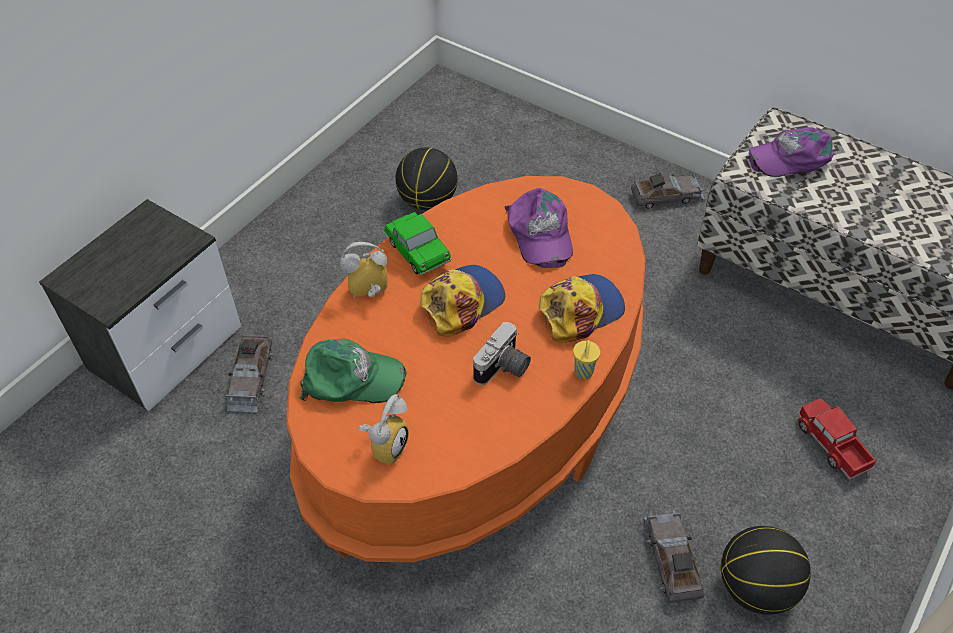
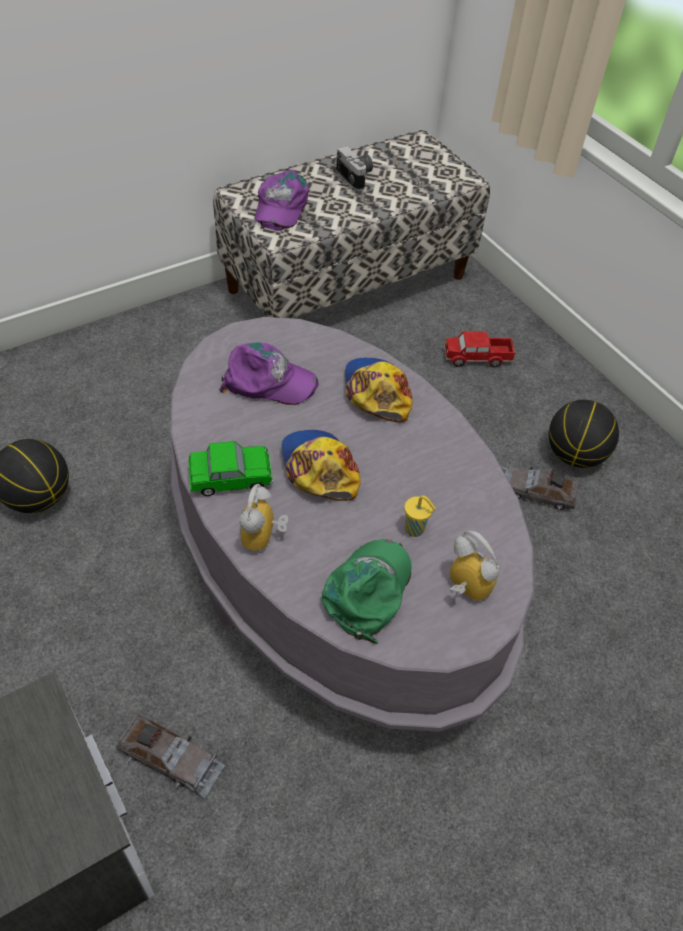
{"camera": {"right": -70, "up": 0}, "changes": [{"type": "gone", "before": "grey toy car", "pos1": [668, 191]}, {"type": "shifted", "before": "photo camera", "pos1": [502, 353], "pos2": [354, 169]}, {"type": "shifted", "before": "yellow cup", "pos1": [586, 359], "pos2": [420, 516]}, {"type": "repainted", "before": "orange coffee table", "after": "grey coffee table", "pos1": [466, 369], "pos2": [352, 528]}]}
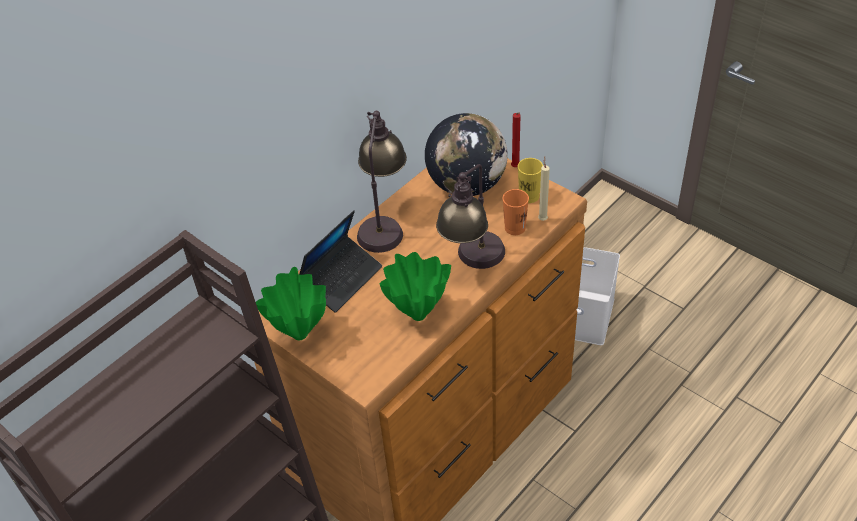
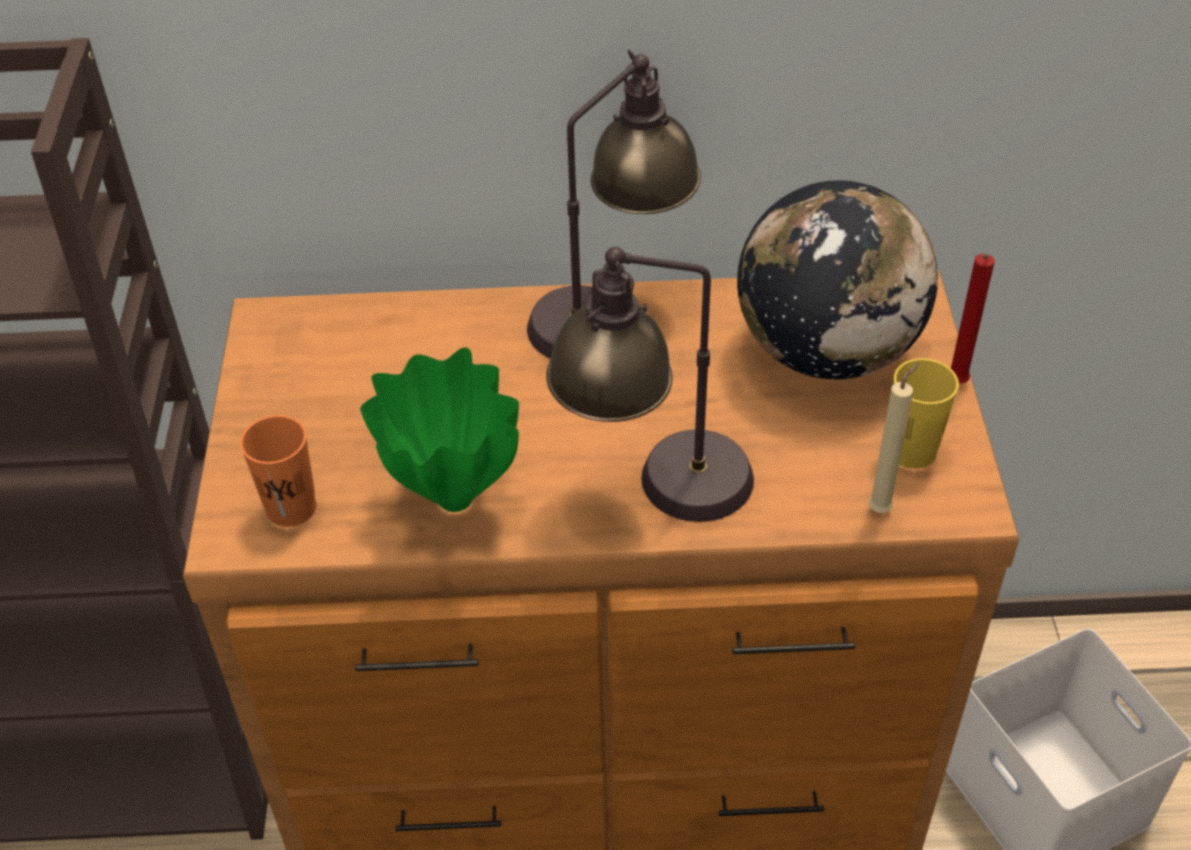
{"camera": {"right": 45, "up": 0}, "changes": [{"type": "gone", "before": "green vase", "pos1": [291, 303]}, {"type": "gone", "before": "laptop", "pos1": [340, 261]}, {"type": "shifted", "before": "orange cup", "pos1": [516, 212], "pos2": [278, 471]}]}
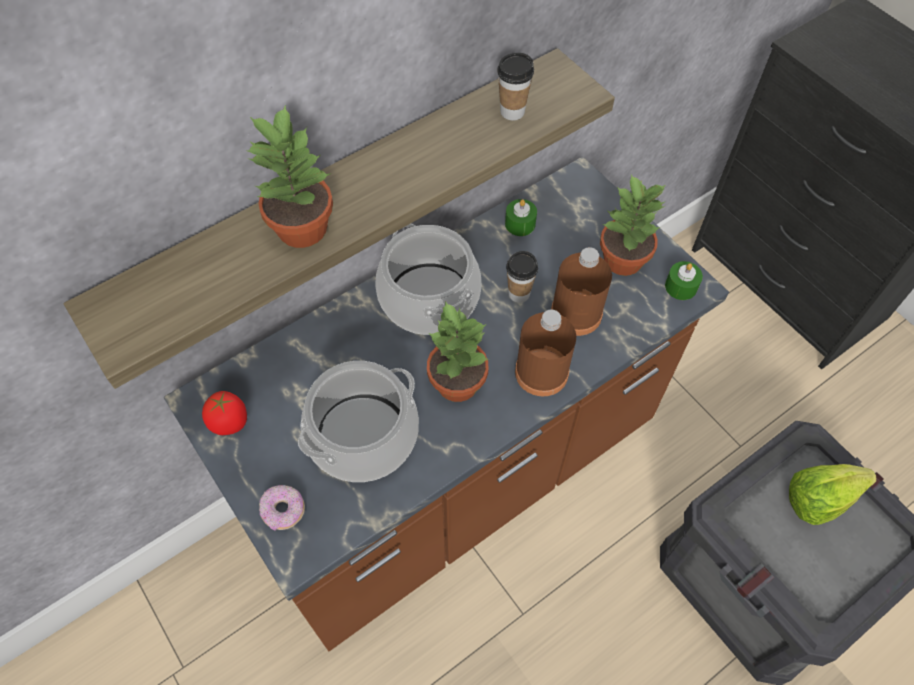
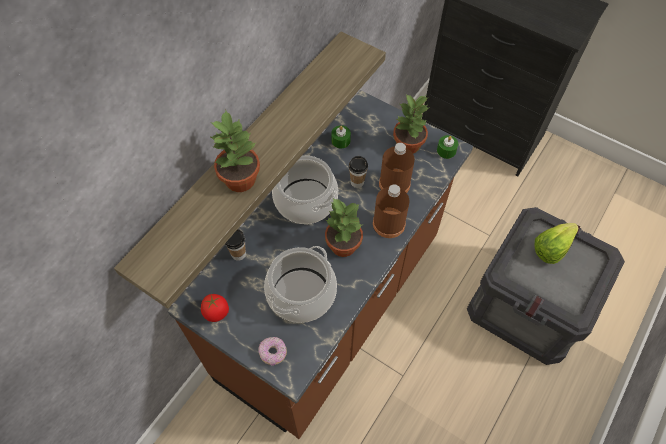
{"camera": {"right": -20, "up": 0}, "changes": [{"type": "shifted", "before": "cup", "pos1": [515, 87], "pos2": [235, 245]}]}
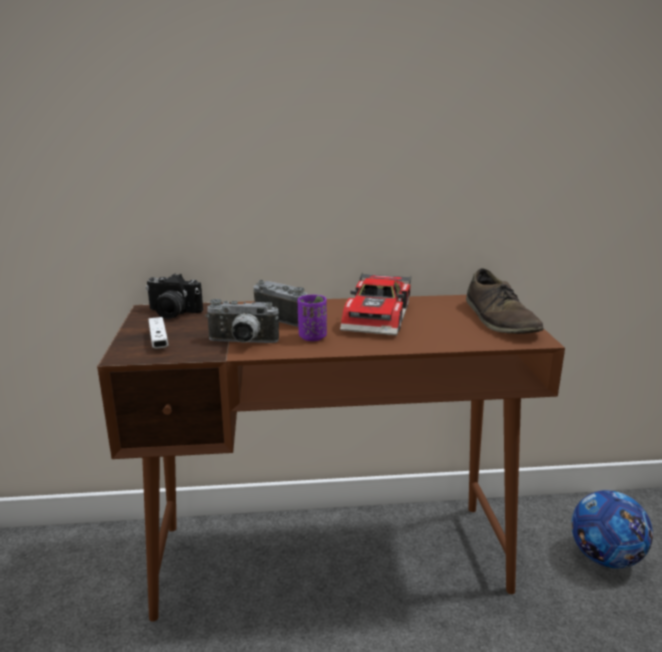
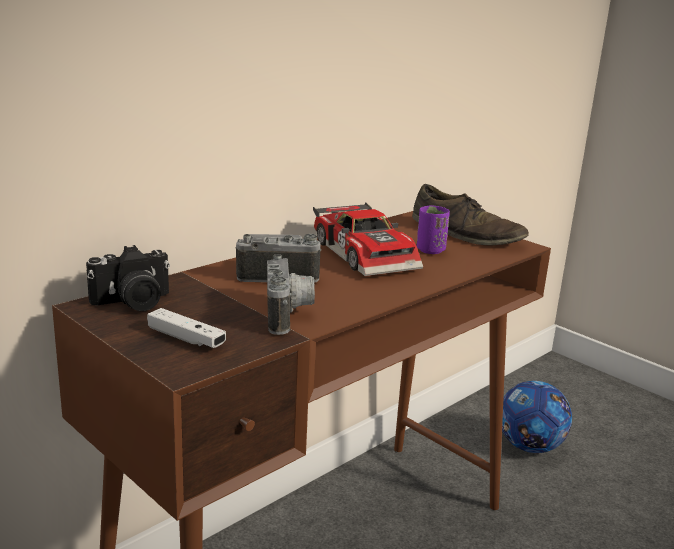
{"camera": {"right": -40, "up": 0}, "changes": [{"type": "shifted", "before": "purple cup", "pos1": [312, 318], "pos2": [433, 229]}, {"type": "rotated", "before": "photo camera", "pos1": [242, 321], "pos2": [291, 294], "turn": -60}]}
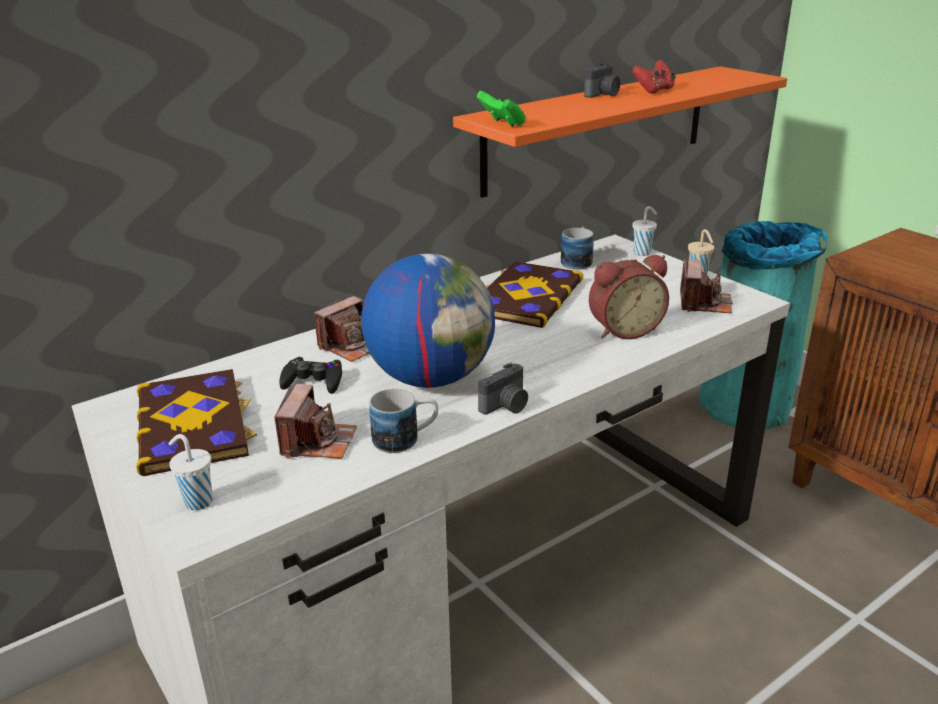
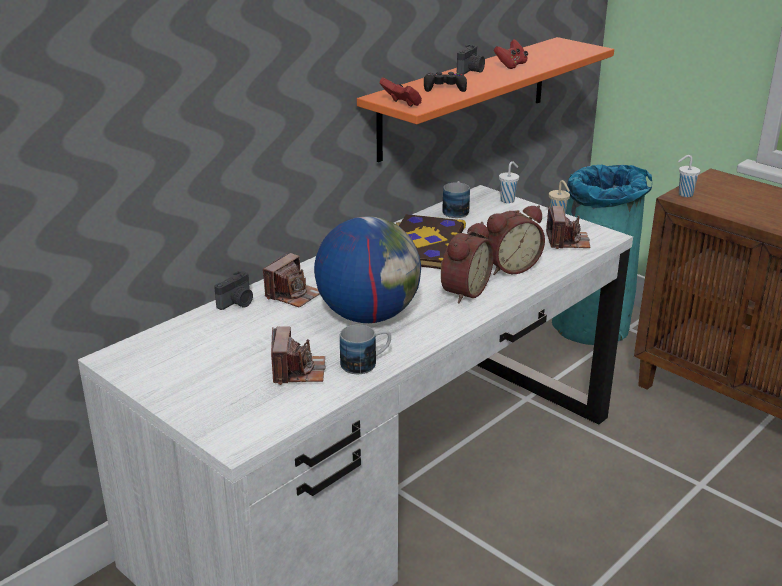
{"camera": {"right": -10, "up": 0}, "changes": [{"type": "gone", "before": "book", "pos1": [196, 422]}, {"type": "new", "after": "alarm clock", "pos2": [467, 262]}, {"type": "shifted", "before": "white cup", "pos1": [191, 472], "pos2": [689, 176]}, {"type": "shifted", "before": "black game controller", "pos1": [310, 375], "pos2": [445, 82]}, {"type": "shifted", "before": "photo camera", "pos1": [503, 389], "pos2": [233, 290]}, {"type": "repainted", "before": "green game controller", "after": "red game controller", "pos1": [501, 108], "pos2": [401, 92]}]}
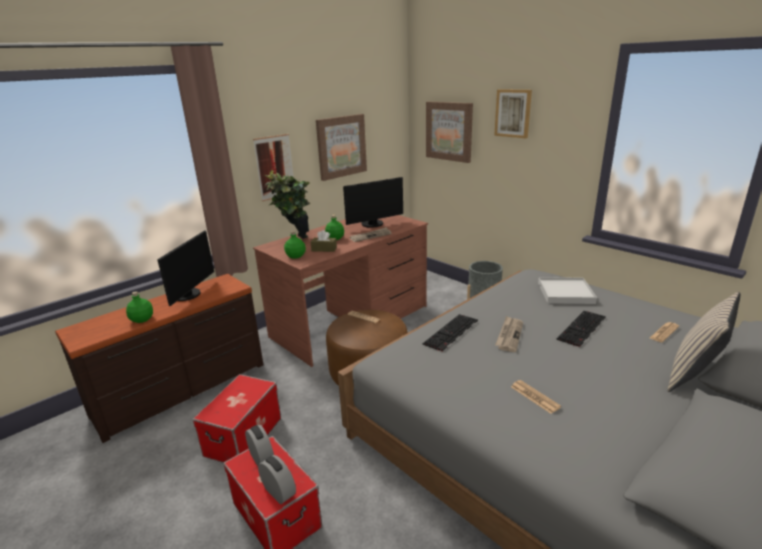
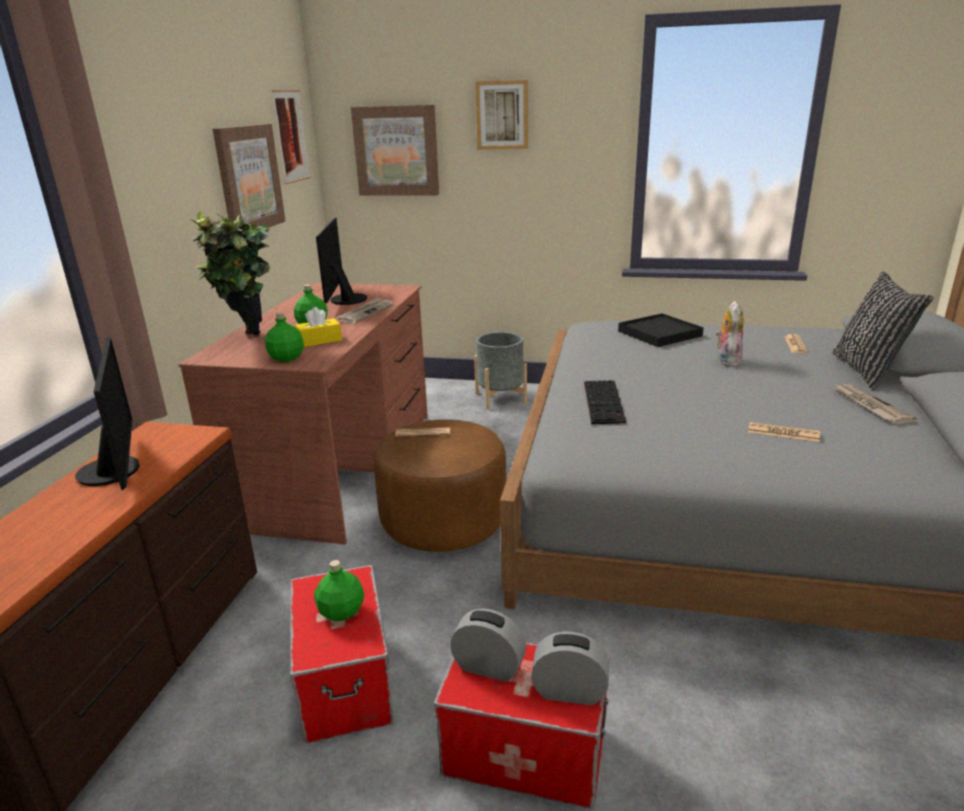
{"camera": {"right": -35, "up": 0}, "changes": [{"type": "shifted", "before": "green bottle", "pos1": [139, 307], "pos2": [339, 590]}, {"type": "shifted", "before": "picture", "pos1": [273, 167], "pos2": [291, 137]}, {"type": "shifted", "before": "newspaper", "pos1": [509, 334], "pos2": [875, 404]}, {"type": "swapped", "before": "keyboard", "after": "plush toy", "pos1": [581, 329], "pos2": [729, 334]}, {"type": "repainted", "before": "brown tissue box", "after": "yellow tissue box", "pos1": [324, 241], "pos2": [318, 327]}, {"type": "repainted", "before": "white tray", "after": "black tray", "pos1": [567, 290], "pos2": [661, 330]}, {"type": "repainted", "before": "beige pillow", "after": "black pillow", "pos1": [704, 342], "pos2": [883, 330]}, {"type": "rotated", "before": "monitor", "pos1": [373, 202], "pos2": [341, 261], "turn": 150}]}
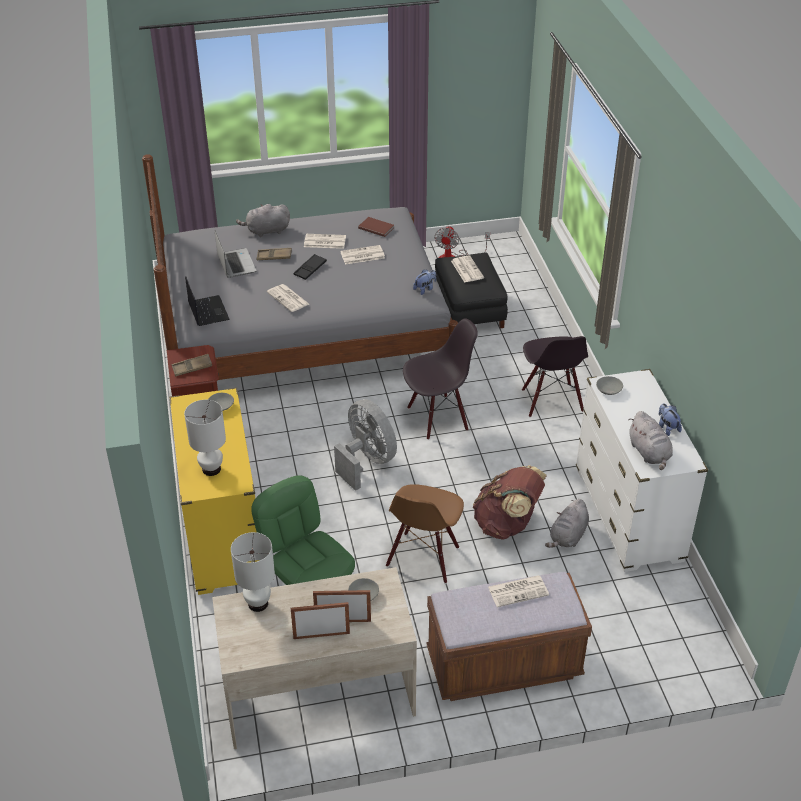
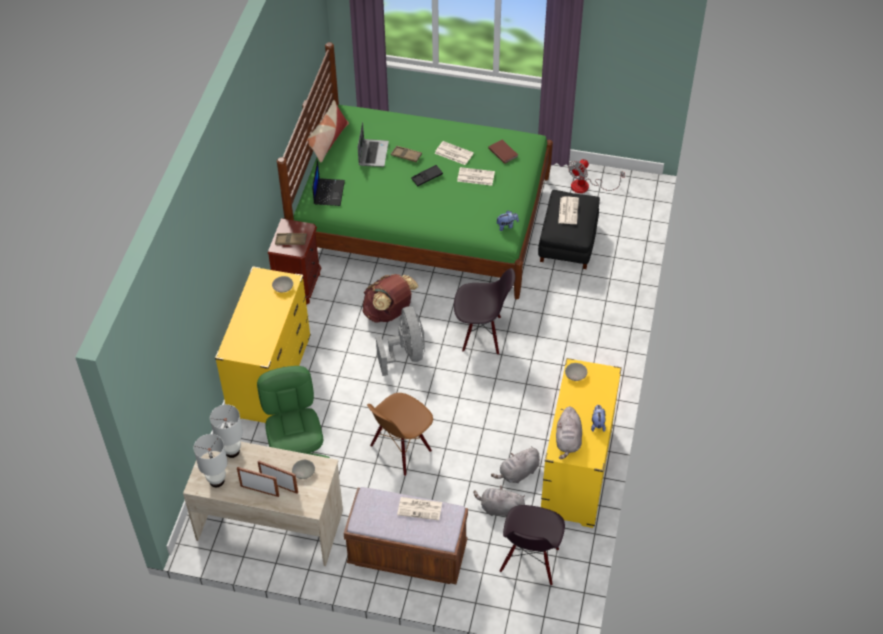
{"camera": {"right": 25, "up": 10}, "changes": [{"type": "gone", "before": "newspaper", "pos1": [288, 298]}, {"type": "new", "after": "pillow", "pos2": [327, 131]}, {"type": "shifted", "before": "white table lamp", "pos1": [205, 438], "pos2": [211, 460]}, {"type": "shifted", "before": "grey plush toy", "pos1": [263, 220], "pos2": [499, 501]}, {"type": "shifted", "before": "brown backpack", "pos1": [510, 502], "pos2": [390, 298]}, {"type": "shifted", "before": "black chair", "pos1": [555, 376], "pos2": [532, 545]}, {"type": "repainted", "before": "grey bed", "after": "green bed", "pos1": [300, 267], "pos2": [415, 170]}, {"type": "repainted", "before": "white dresser", "after": "yellow dresser", "pos1": [642, 470], "pos2": [581, 443]}]}
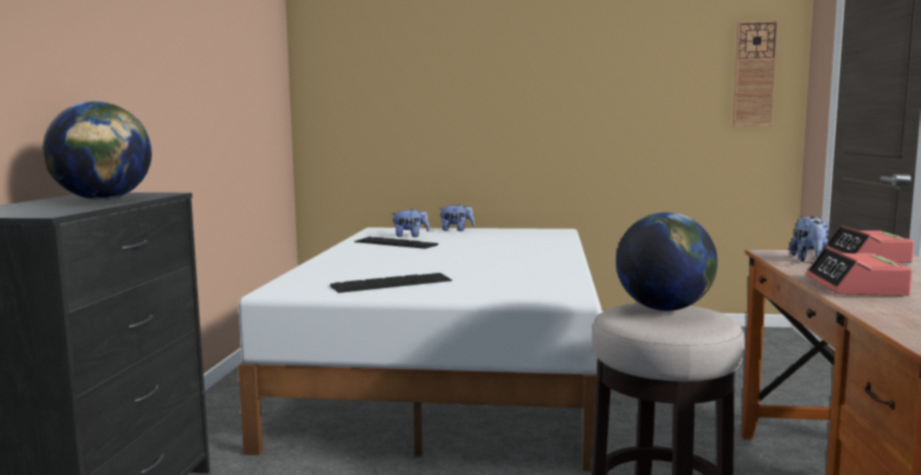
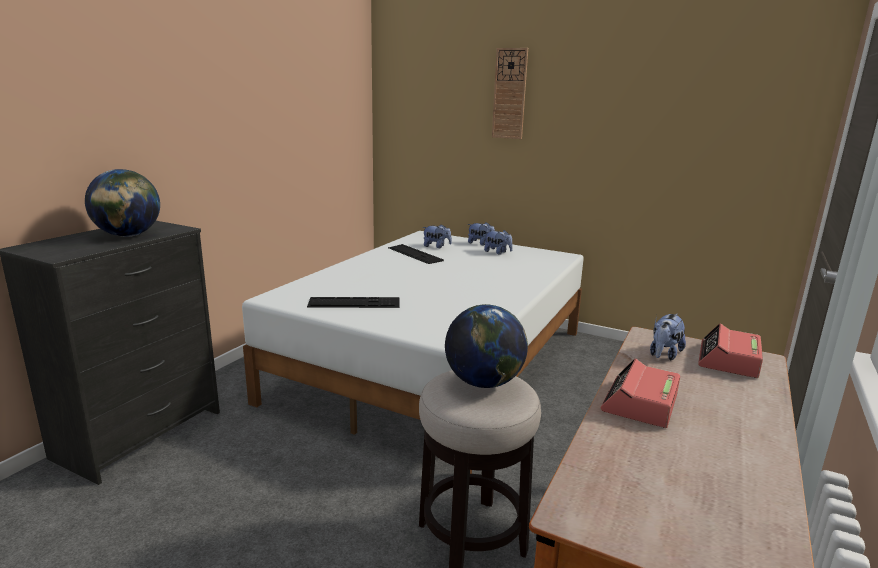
{"camera": {"right": 20, "up": 10}, "changes": [{"type": "new", "after": "plush toy", "pos2": [498, 242]}, {"type": "shifted", "before": "wall clock", "pos1": [756, 73], "pos2": [510, 93]}]}
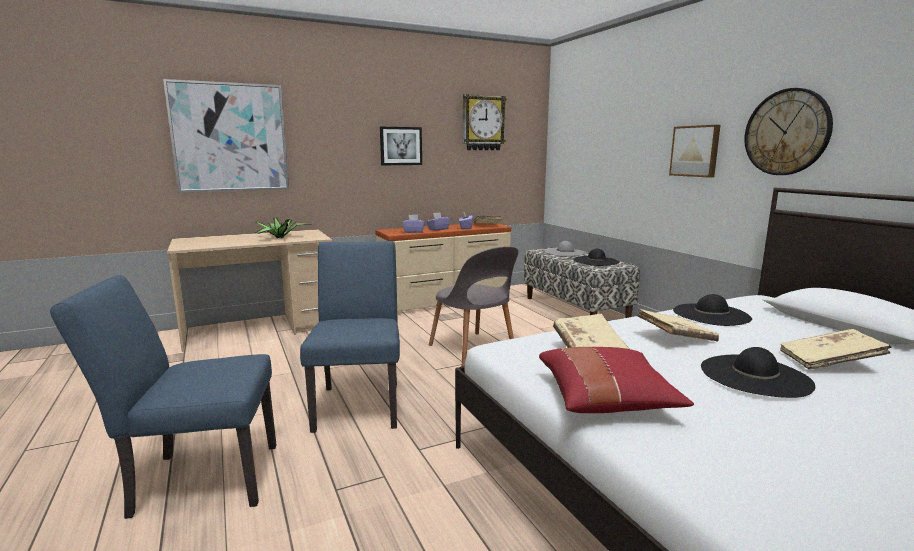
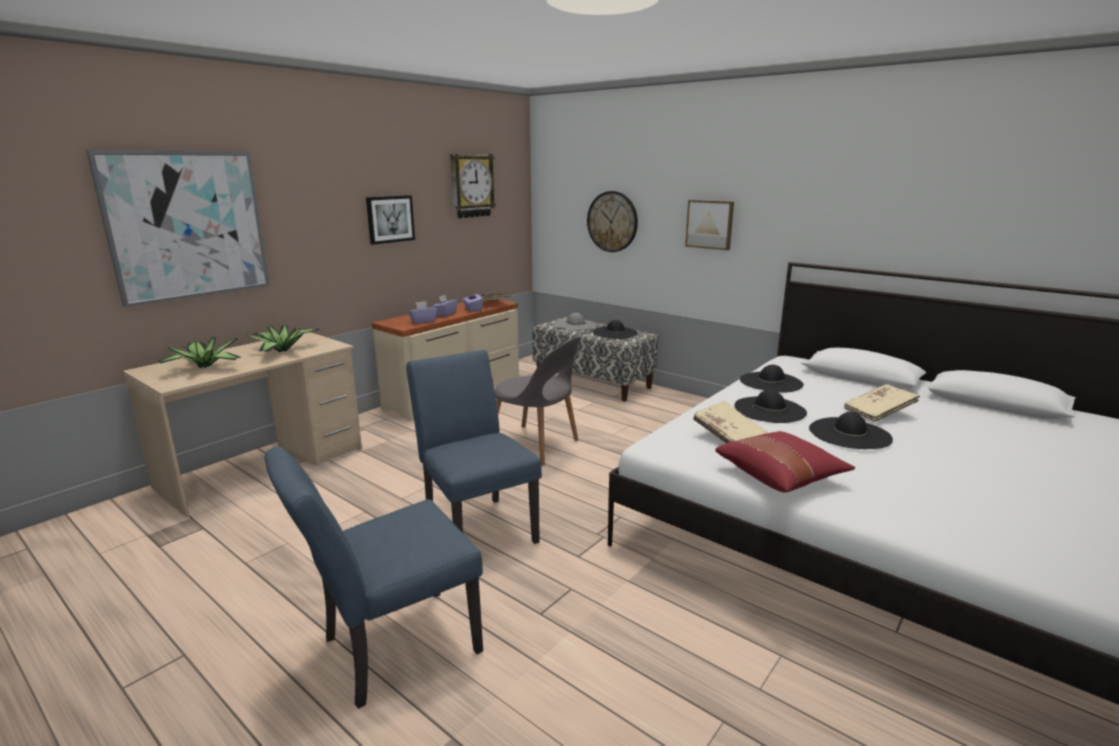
{"camera": {"right": -25, "up": 5}, "changes": [{"type": "new", "after": "potted plant", "pos2": [199, 352]}, {"type": "shifted", "before": "wall clock", "pos1": [788, 131], "pos2": [612, 221]}, {"type": "swapped", "before": "beige book", "after": "black hat", "pos1": [678, 325], "pos2": [770, 406]}]}
